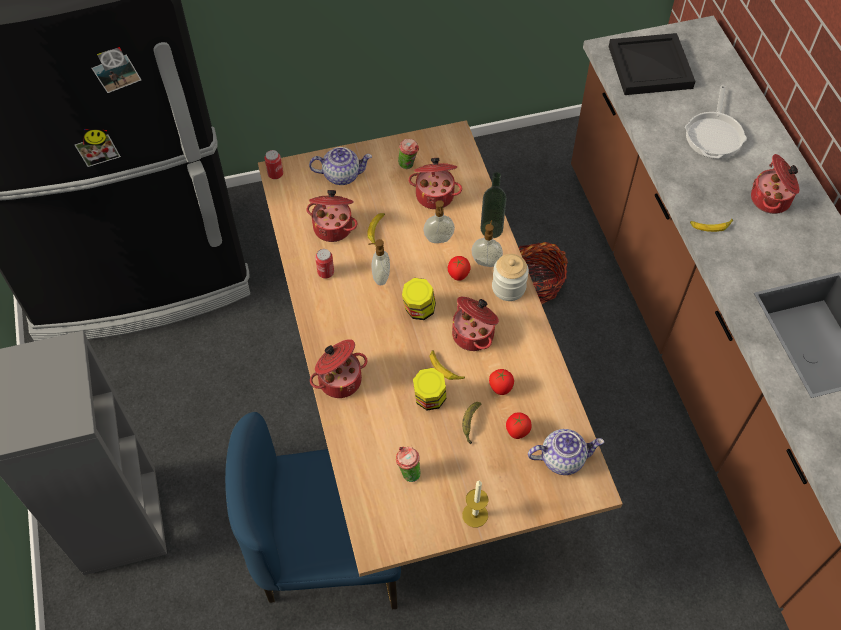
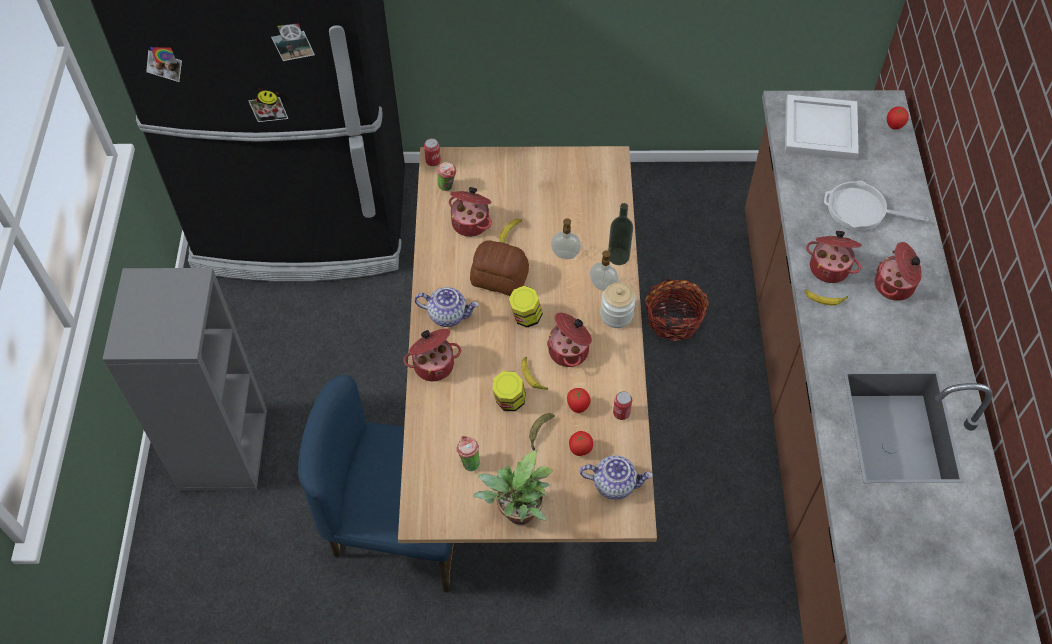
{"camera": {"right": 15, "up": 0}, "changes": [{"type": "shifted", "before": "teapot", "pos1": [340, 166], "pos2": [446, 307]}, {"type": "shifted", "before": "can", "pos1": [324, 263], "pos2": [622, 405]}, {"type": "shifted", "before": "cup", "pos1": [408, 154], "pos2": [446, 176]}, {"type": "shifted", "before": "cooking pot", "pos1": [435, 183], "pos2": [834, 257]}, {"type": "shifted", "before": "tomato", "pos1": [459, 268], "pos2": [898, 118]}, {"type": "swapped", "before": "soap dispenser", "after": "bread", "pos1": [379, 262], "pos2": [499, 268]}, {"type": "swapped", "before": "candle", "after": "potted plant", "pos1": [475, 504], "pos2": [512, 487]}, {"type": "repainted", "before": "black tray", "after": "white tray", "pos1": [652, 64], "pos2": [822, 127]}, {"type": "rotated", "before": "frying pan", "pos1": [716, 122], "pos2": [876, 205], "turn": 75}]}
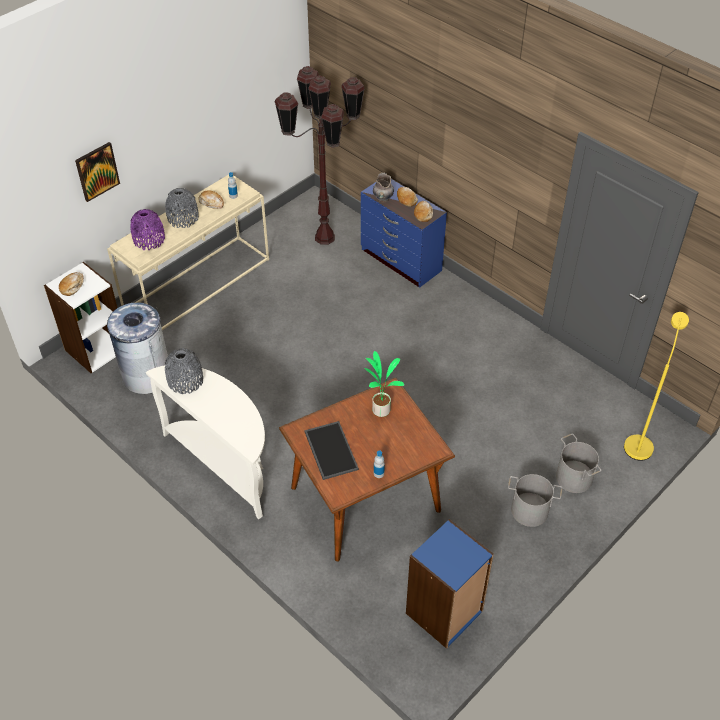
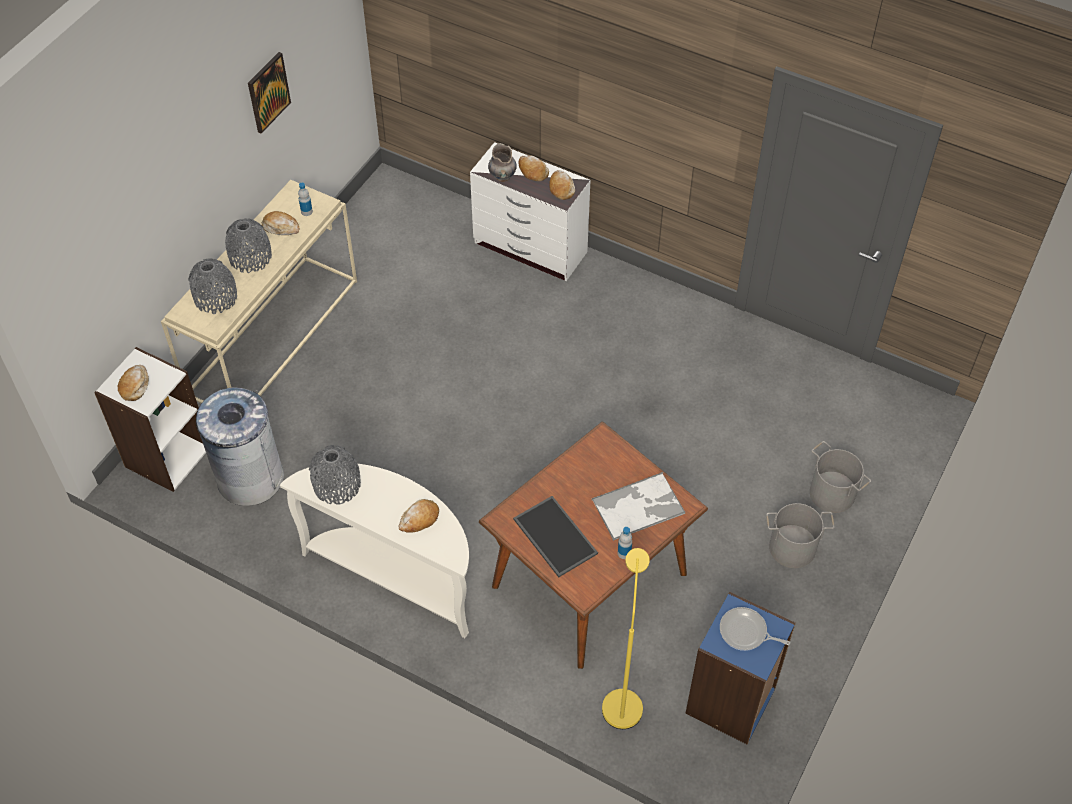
{"camera": {"right": -15, "up": 5}, "changes": [{"type": "gone", "before": "brown floor lamp", "pos1": [319, 155]}, {"type": "gone", "before": "potted plant", "pos1": [384, 384]}, {"type": "new", "after": "bread", "pos2": [419, 516]}, {"type": "new", "after": "tray", "pos2": [638, 506]}, {"type": "new", "after": "frying pan", "pos2": [755, 629]}, {"type": "shifted", "before": "picture", "pos1": [97, 172], "pos2": [269, 93]}, {"type": "shifted", "before": "yellow floor lamp", "pos1": [656, 386], "pos2": [626, 638]}, {"type": "repainted", "before": "purple vase", "after": "grey vase", "pos1": [147, 229], "pos2": [212, 286]}, {"type": "repainted", "before": "blue dresser", "after": "white dresser", "pos1": [404, 233], "pos2": [530, 211]}]}
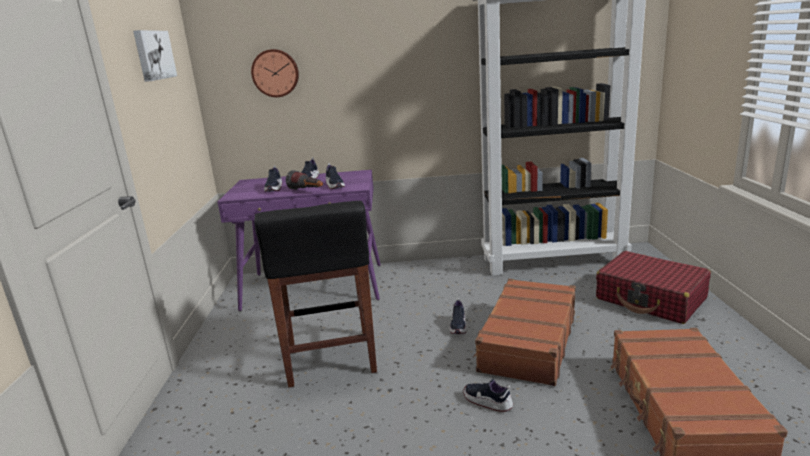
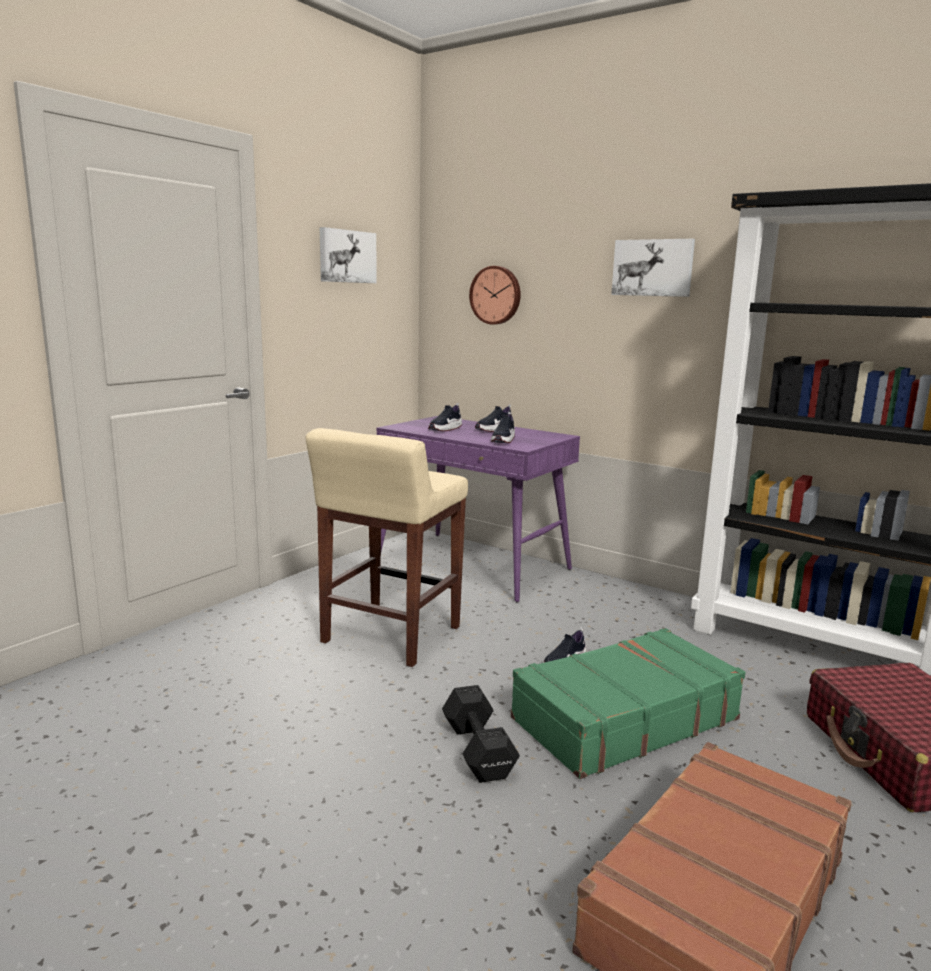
{"camera": {"right": 35, "up": -5}, "changes": [{"type": "gone", "before": "flashlight", "pos1": [304, 180]}, {"type": "new", "after": "picture", "pos2": [653, 268]}, {"type": "swapped", "before": "shoe", "after": "black dumbbell", "pos1": [488, 395], "pos2": [481, 734]}, {"type": "repainted", "before": "black stool", "after": "beige stool", "pos1": [315, 294], "pos2": [387, 547]}, {"type": "repainted", "before": "brown suitcase", "after": "green suitcase", "pos1": [524, 332], "pos2": [628, 703]}]}
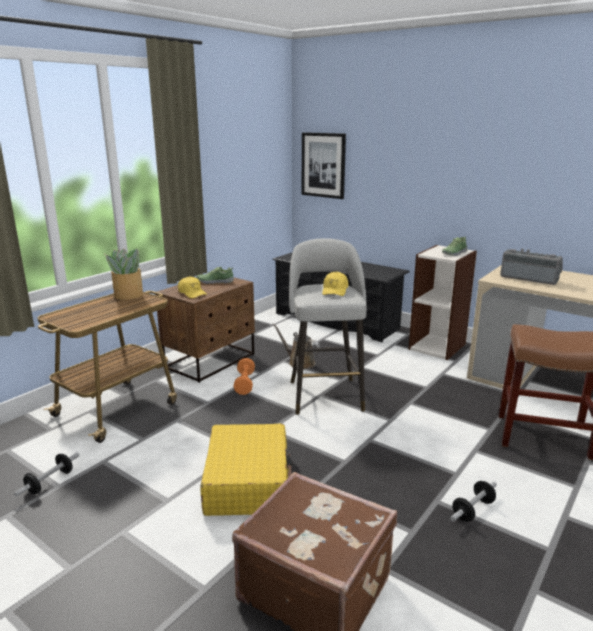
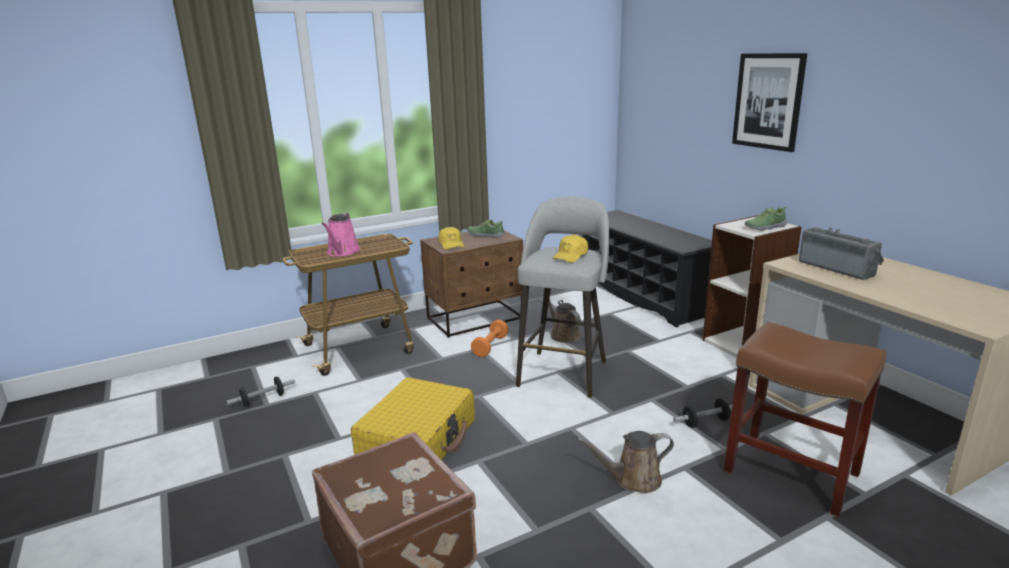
{"camera": {"right": 25, "up": 0}, "changes": [{"type": "gone", "before": "potted plant", "pos1": [123, 274]}, {"type": "new", "after": "pink watering can", "pos2": [341, 234]}, {"type": "new", "after": "brown watering can", "pos2": [625, 462]}, {"type": "shifted", "before": "picture", "pos1": [324, 165], "pos2": [769, 102]}, {"type": "shifted", "before": "dumbbell", "pos1": [473, 501], "pos2": [702, 413]}]}
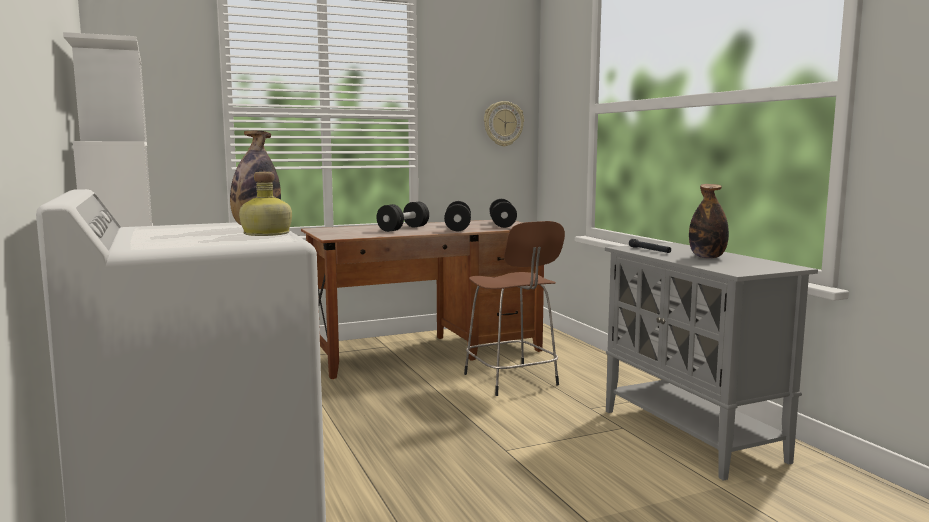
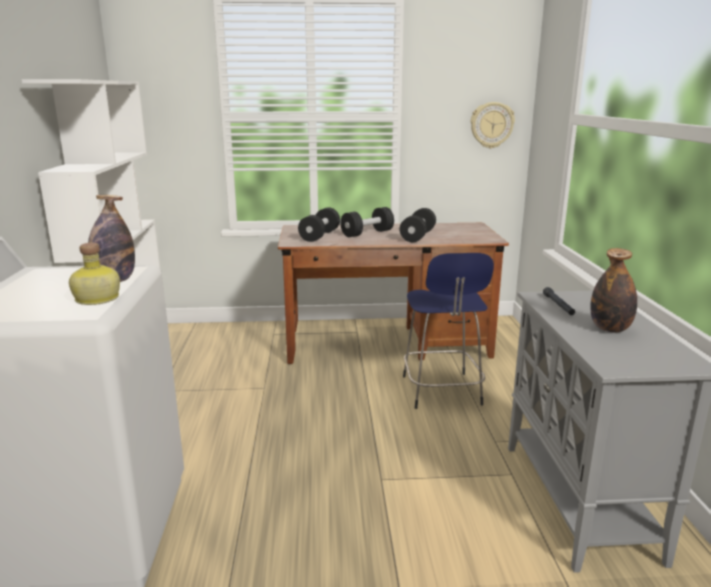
{"camera": {"right": 20, "up": 10}, "changes": [{"type": "shifted", "before": "black dumbbell", "pos1": [503, 213], "pos2": [319, 224]}, {"type": "repainted", "before": "brown stool", "after": "blue stool", "pos1": [514, 308], "pos2": [448, 331]}]}
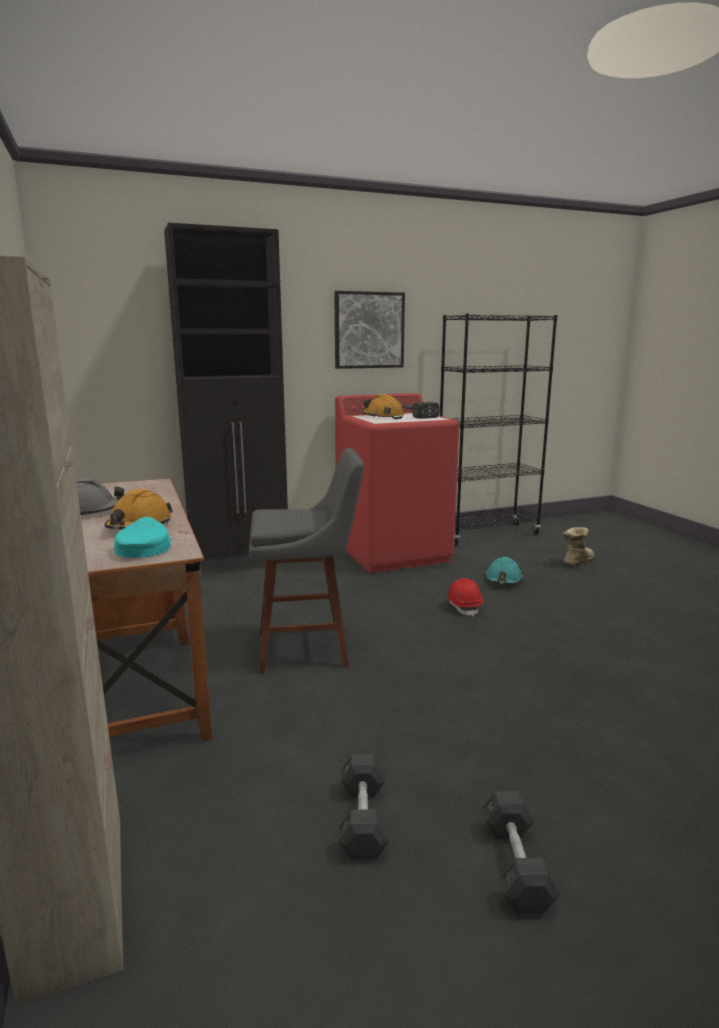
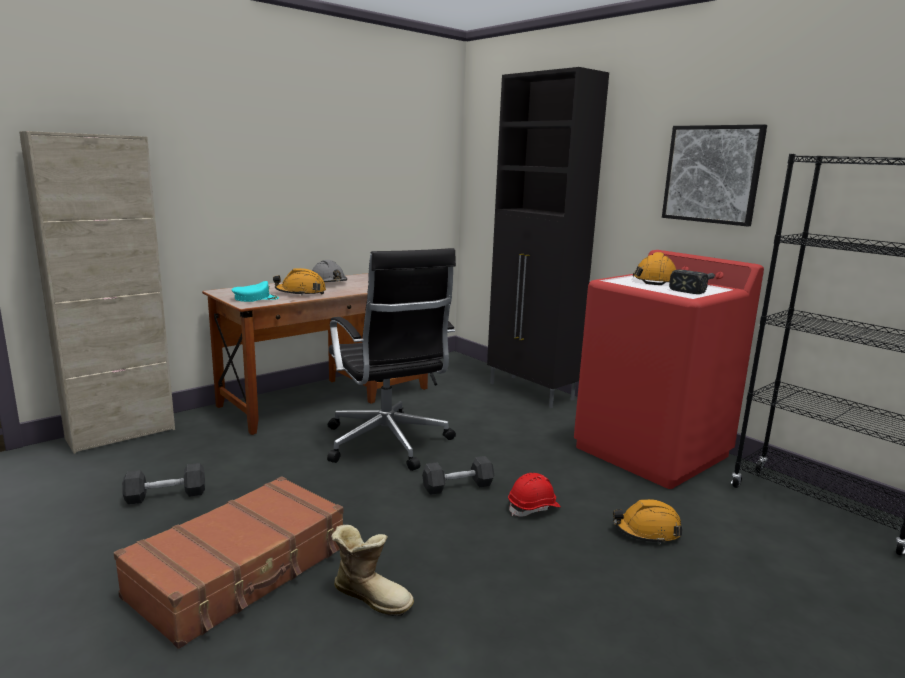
{"camera": {"right": 70, "up": 0}, "changes": [{"type": "new", "after": "brown suitcase", "pos2": [228, 562]}, {"type": "shifted", "before": "grey dumbbell", "pos1": [521, 852], "pos2": [458, 475]}, {"type": "shifted", "before": "boot", "pos1": [578, 546], "pos2": [372, 570]}, {"type": "swapped", "before": "grey stool", "after": "black office chair", "pos1": [306, 561], "pos2": [391, 359]}, {"type": "repainted", "before": "turquoise hard hat", "after": "orange hard hat", "pos1": [504, 571], "pos2": [647, 522]}]}
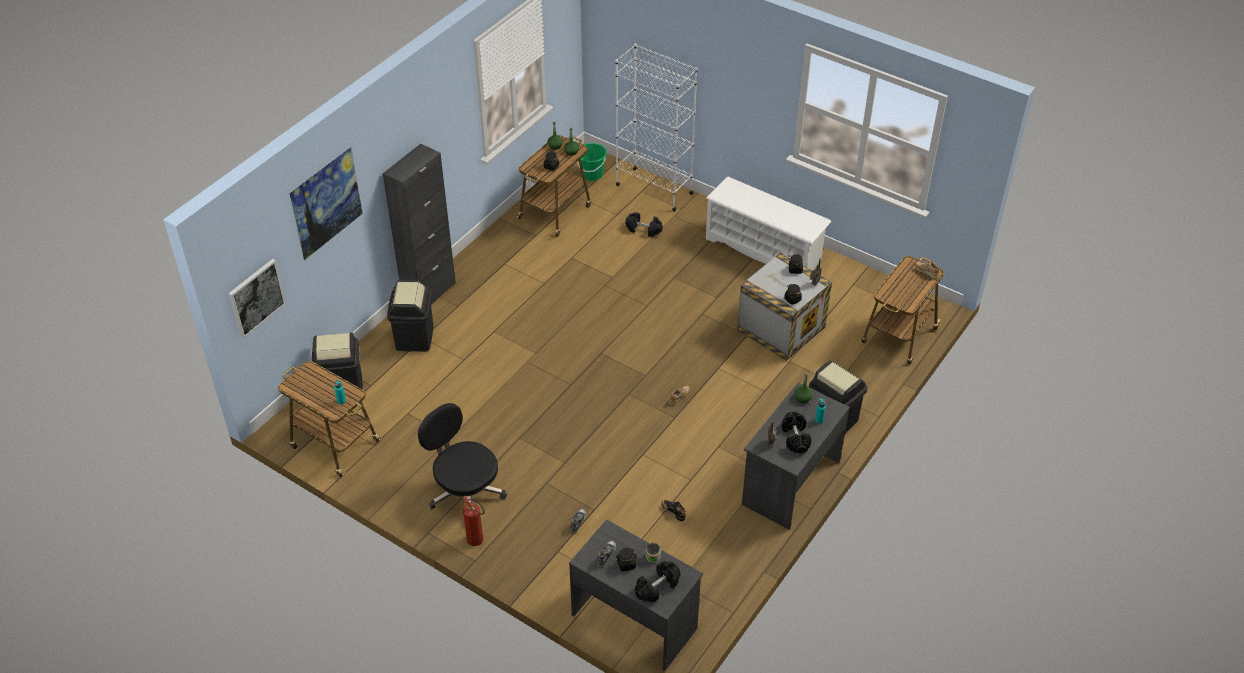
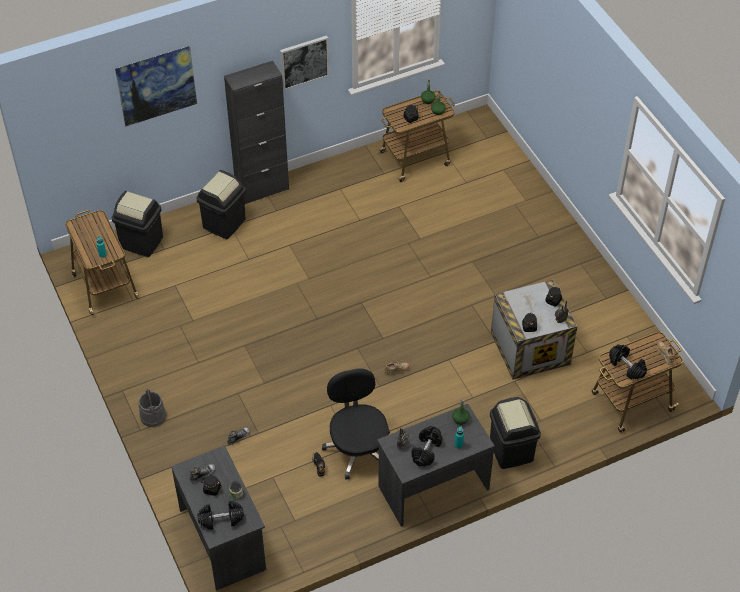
{"camera": {"right": 30, "up": 5}, "changes": [{"type": "gone", "before": "green bucket", "pos1": [592, 162]}, {"type": "gone", "before": "white bookcase", "pos1": [656, 127]}, {"type": "gone", "before": "white shoe rack", "pos1": [769, 223]}, {"type": "shifted", "before": "picture", "pos1": [257, 298], "pos2": [304, 63]}, {"type": "shifted", "before": "black office chair", "pos1": [462, 456], "pos2": [356, 423]}, {"type": "shifted", "before": "black dumbbell", "pos1": [644, 224], "pos2": [628, 362]}, {"type": "swapped", "before": "fire extinguisher", "after": "grey bucket", "pos1": [474, 521], "pos2": [152, 408]}]}
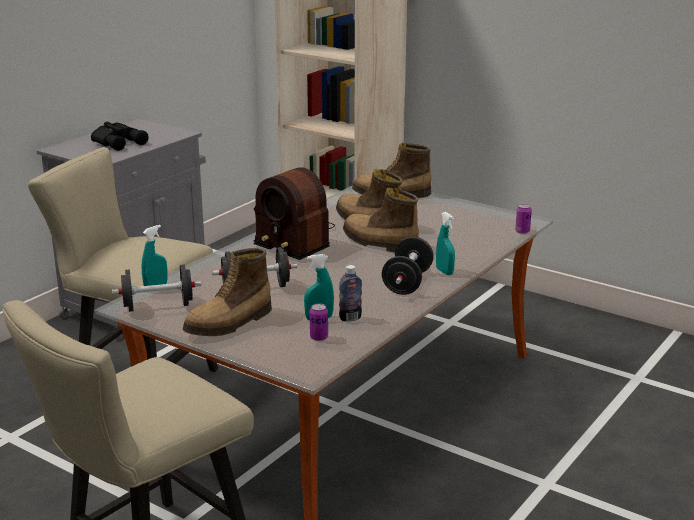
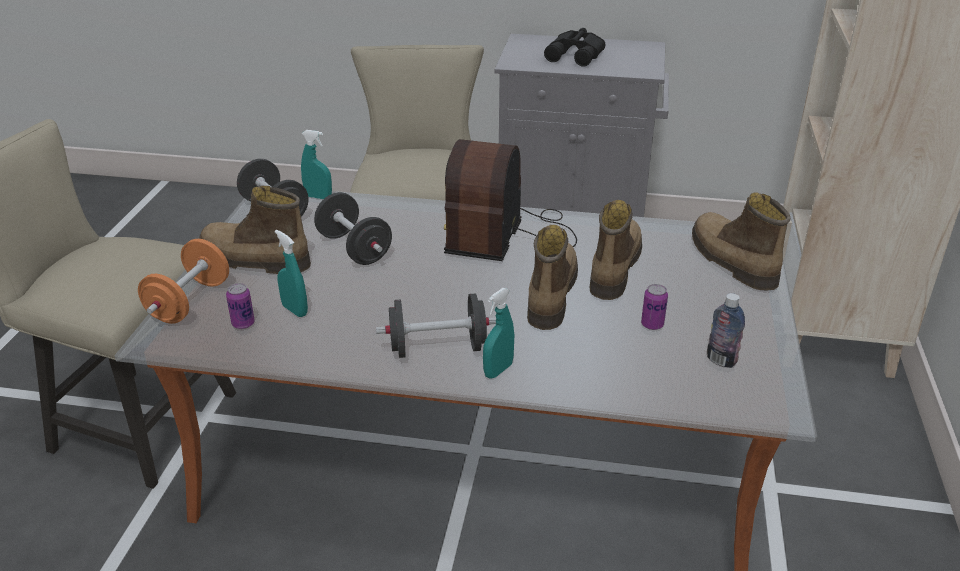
{"camera": {"right": 65, "up": 10}, "changes": [{"type": "new", "after": "orange dumbbell", "pos2": [183, 281]}, {"type": "shifted", "before": "bottle", "pos1": [350, 293], "pos2": [726, 330]}, {"type": "shifted", "before": "can", "pos1": [523, 219], "pos2": [654, 307]}]}
